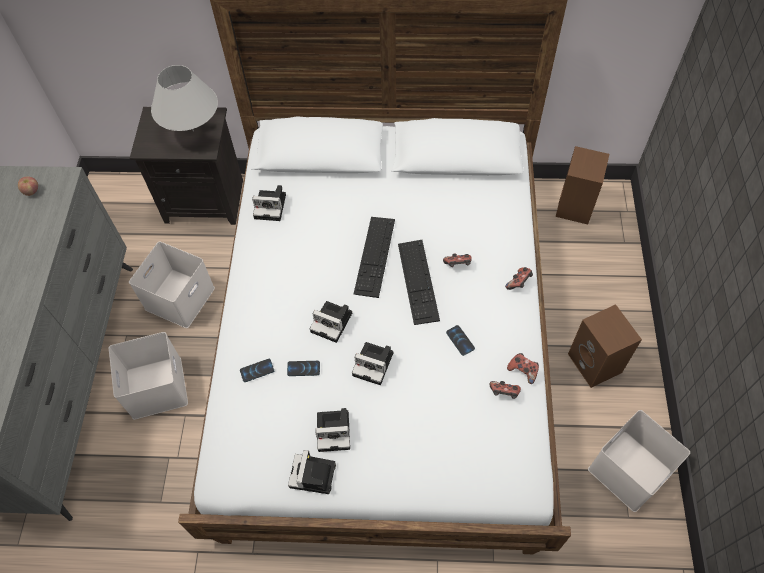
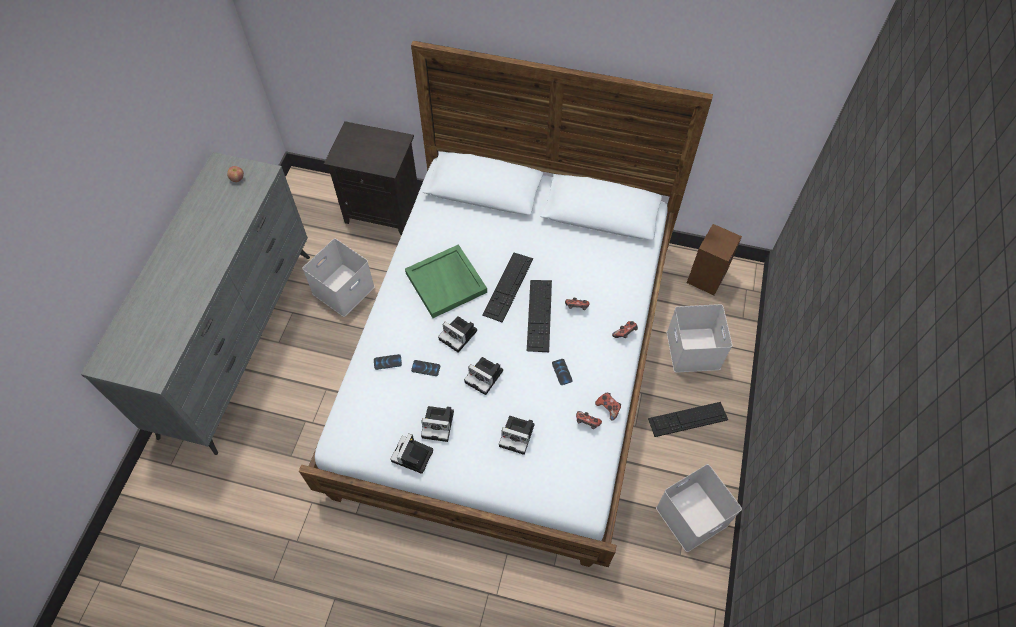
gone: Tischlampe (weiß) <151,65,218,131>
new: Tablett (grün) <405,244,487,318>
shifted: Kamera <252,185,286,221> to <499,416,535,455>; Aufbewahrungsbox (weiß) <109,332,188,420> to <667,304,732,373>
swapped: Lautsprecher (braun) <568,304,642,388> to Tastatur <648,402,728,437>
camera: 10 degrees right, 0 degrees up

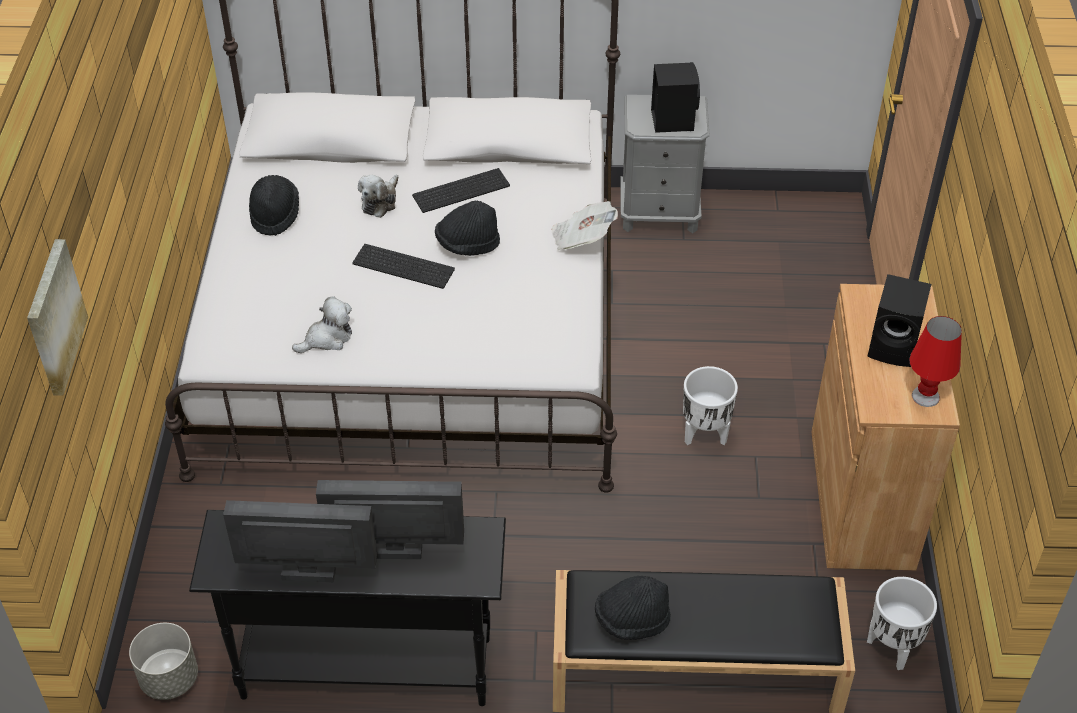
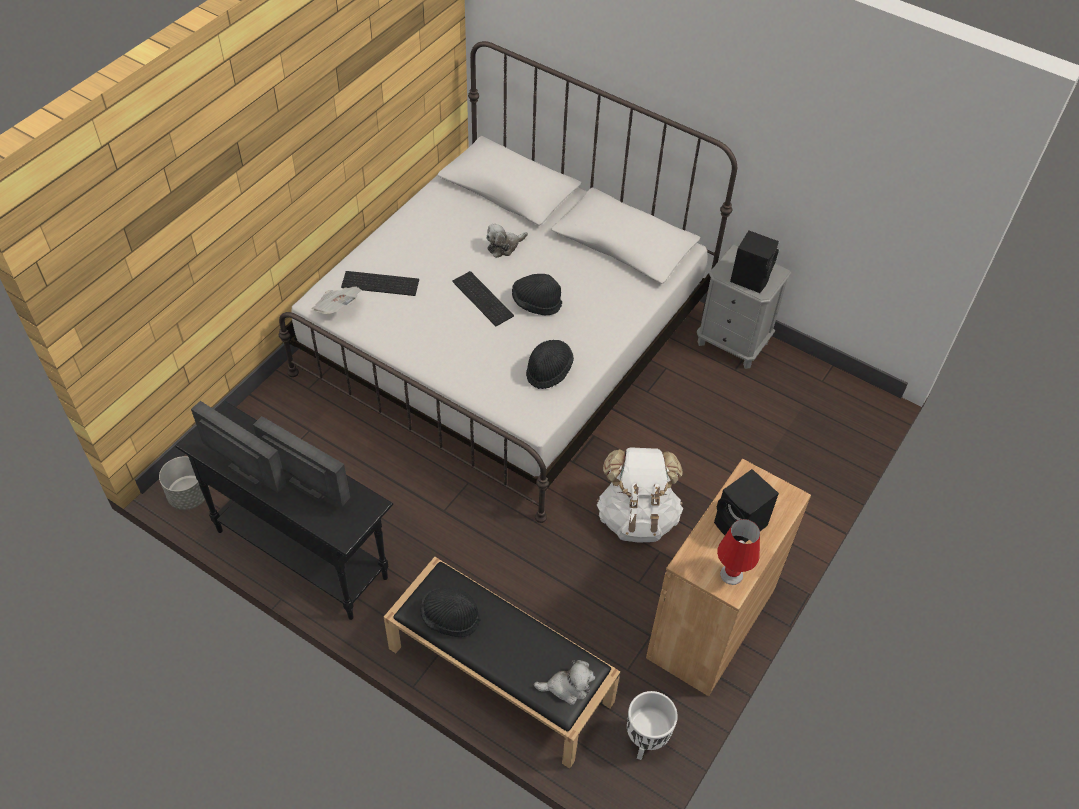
gone: Bild <27,239,88,396>
shifted: Tastatur <412,168,510,213> to <341,271,419,296>; Hut (schwarz) <249,175,299,236> to <526,340,574,389>; Zeitung <551,201,618,250> to <312,286,361,314>; Plüschtier <292,296,352,353> to <534,660,595,705>
swapped: Pflanzkübel (weiß) <683,366,738,445> to Rucksack (weiß) <597,447,683,543>
camera: 30 degrees right, 5 degrees up

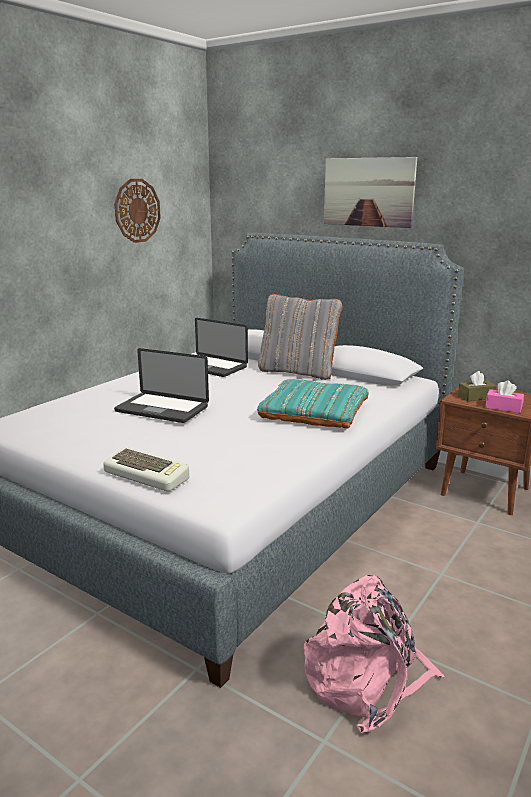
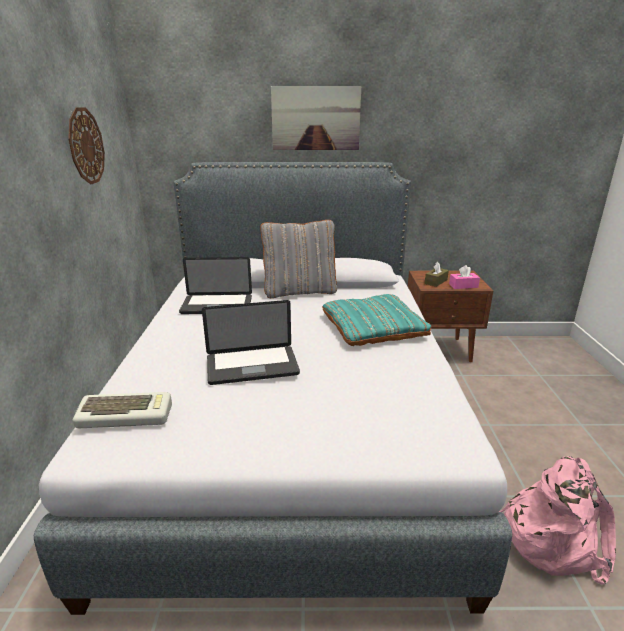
shifted: Tastatur <103,447,189,492> to <73,392,172,428>
camera: 35 degrees left, 5 degrees up

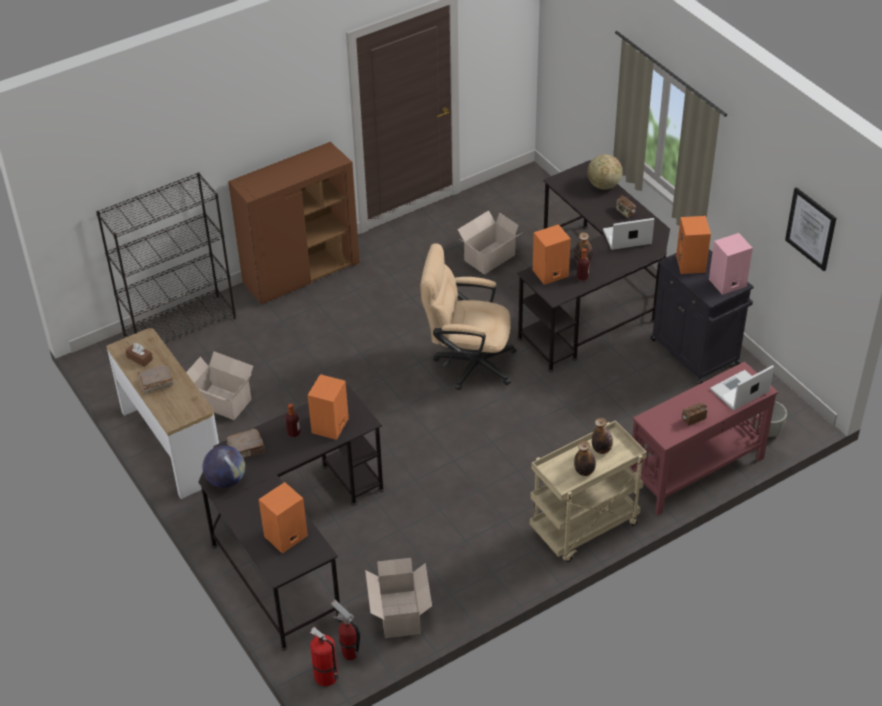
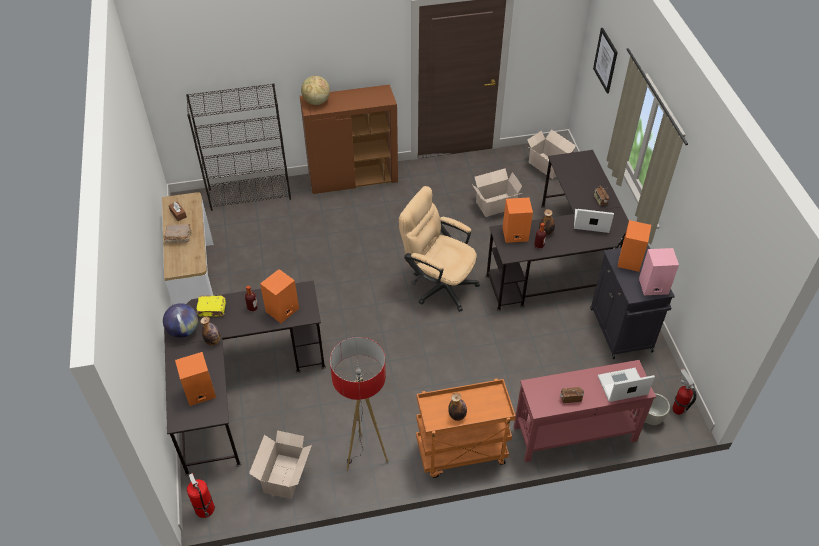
new: Stehlampe <330,337,388,471>
shifted: Globus <587,154,623,189> to <301,76,330,105>; Bild <785,187,836,271> to <593,28,618,93>; Karton <186,351,253,420> to <527,129,576,179>; Flasche <592,418,613,454> to <200,317,221,345>; Feuerlöscher <331,599,360,661> to <673,368,697,415>
repainted: Rollwagen (beige) <530,420,647,562> to Rollwagen (orange) <416,379,516,478>; Buch (braun) <227,429,265,458> to Buch (gelb) <196,296,226,317>
camera: 20 degrees right, 5 degrees up

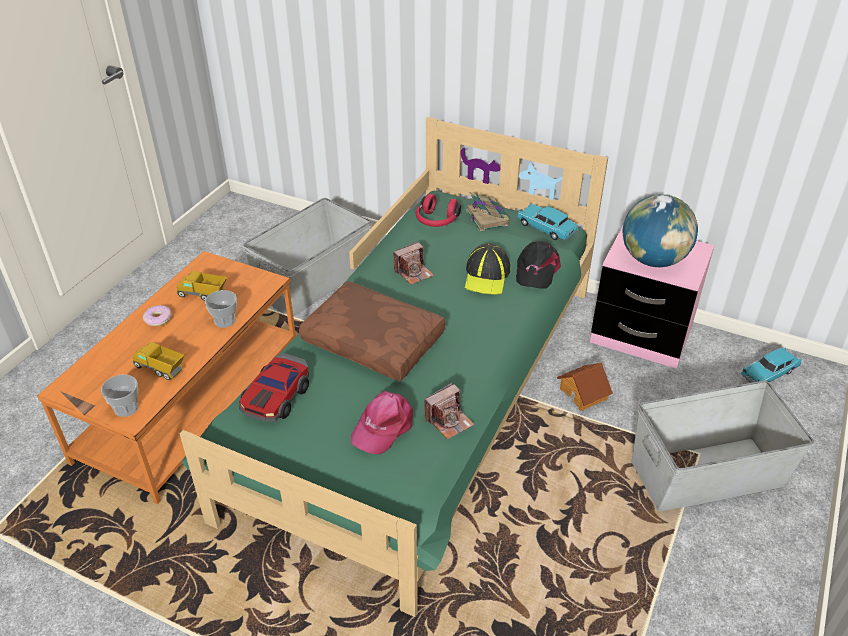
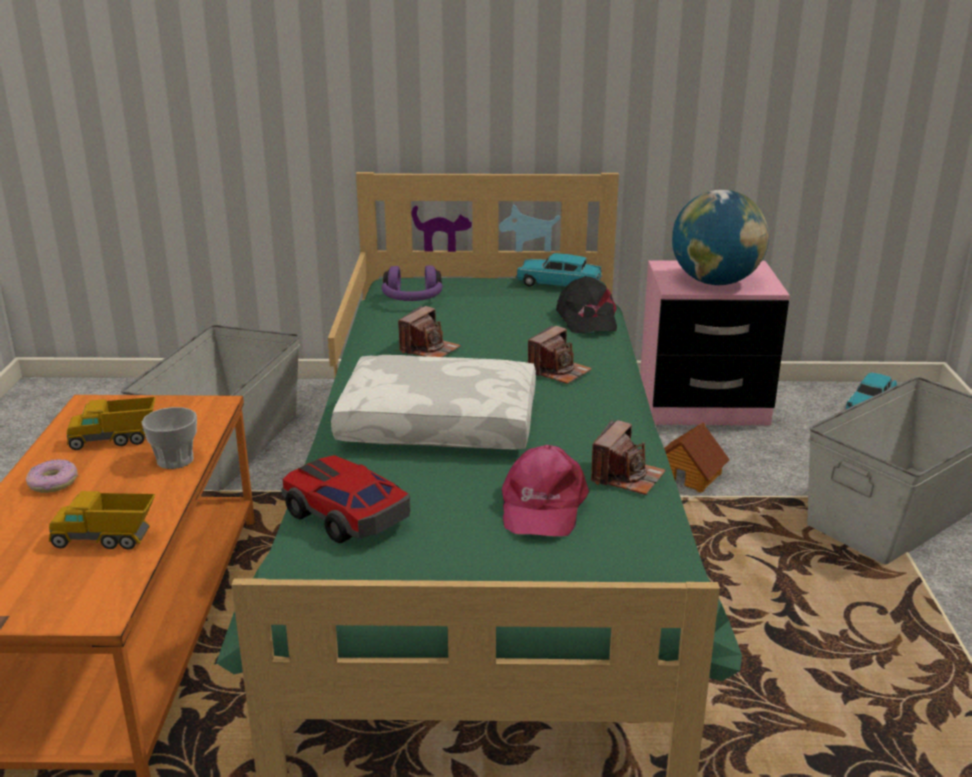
gone: Buch <466,192,510,231>; Kappe <465,243,510,295>; Tasse <101,374,138,417>
new: Kamera <528,325,592,384>
repainted: Kopfhörer (rot) <415,194,461,227> to Kopfhörer (lila) <381,265,443,301>; Kissen (braun) <299,281,445,381> to Kissen (weiß) <331,355,536,449>
rotated: Spielzeugauto <239,353,309,422> = <281,455,410,543> 135 degrees clockwise
camera: 25 degrees left, 15 degrees down

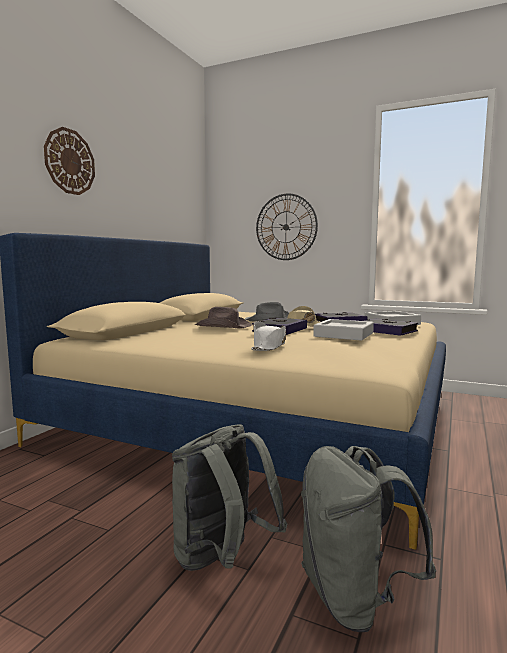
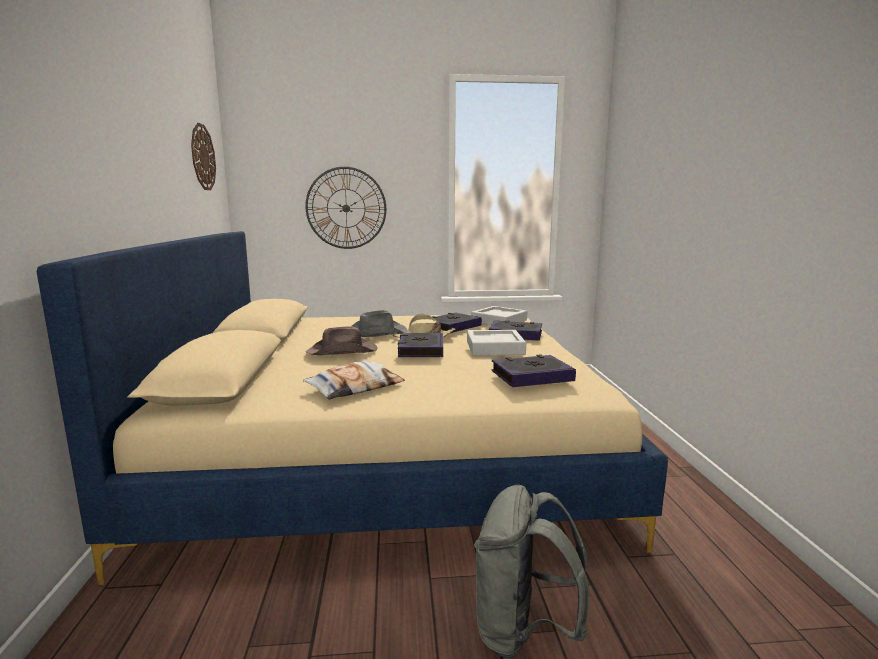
gone: Hut (weiß) <251,321,286,351>; Rucksack (grau) <301,446,436,632>
new: Buch <492,354,576,387>; Kissen <303,361,405,400>
shifted: Wanduhr <44,127,95,195> to <191,123,216,190>
camera: 30 degrees left, 5 degrees up

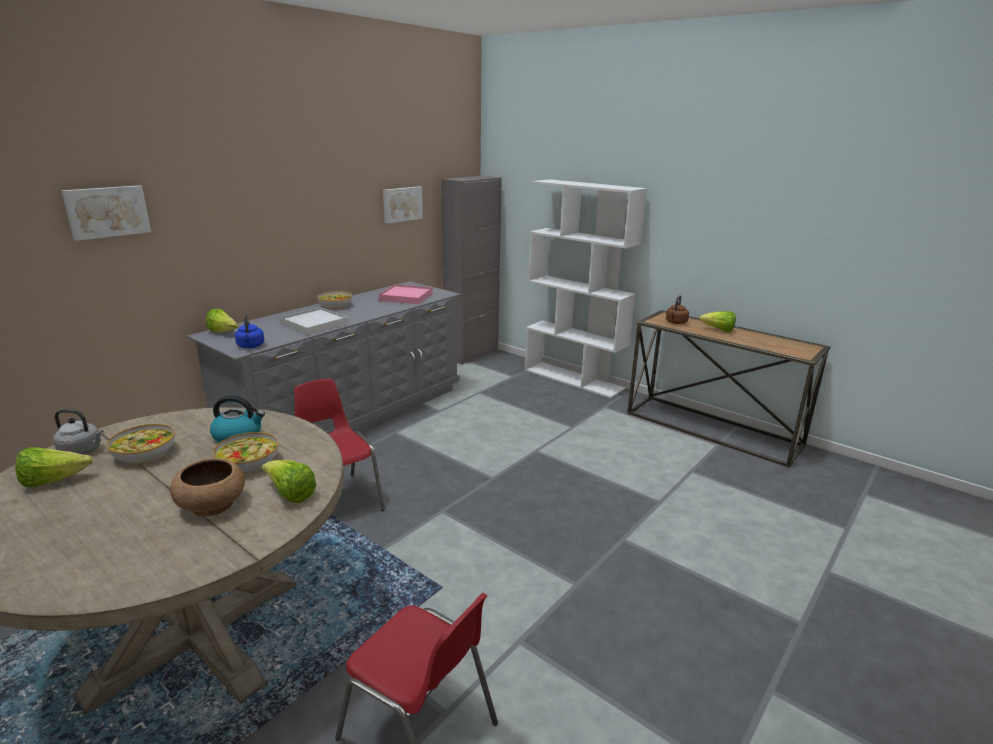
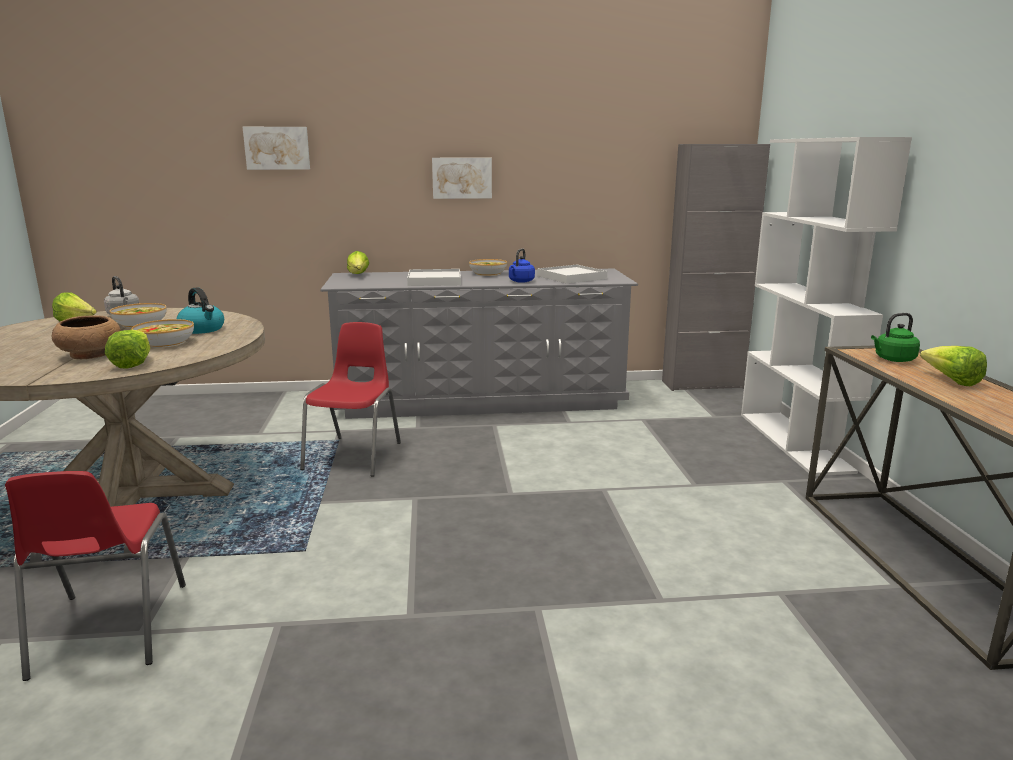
shifted: Bild <383,186,423,224> to <432,158,492,199>; Wasserkessel (blau) <235,313,264,348> to <509,248,535,283>
repainted: Tablett (rosa) <379,284,433,304> to Tablett (weiß) <537,265,608,284>; Wasserkessel (braun) <666,295,689,324> to Wasserkessel (grün) <871,313,920,362>
camera: 45 degrees right, 5 degrees down

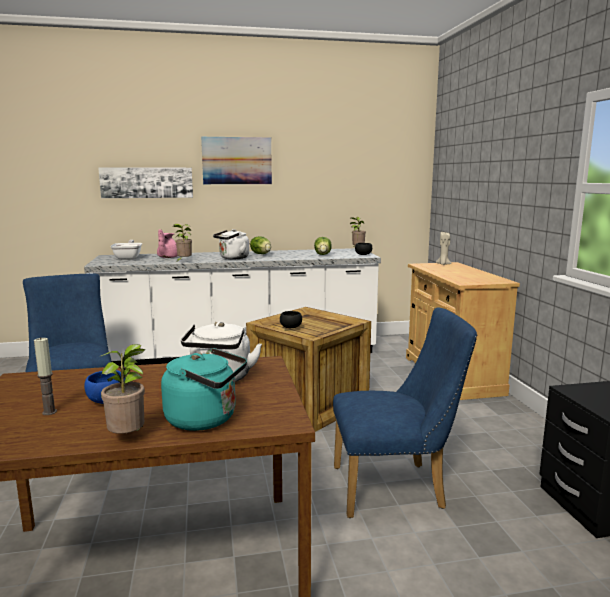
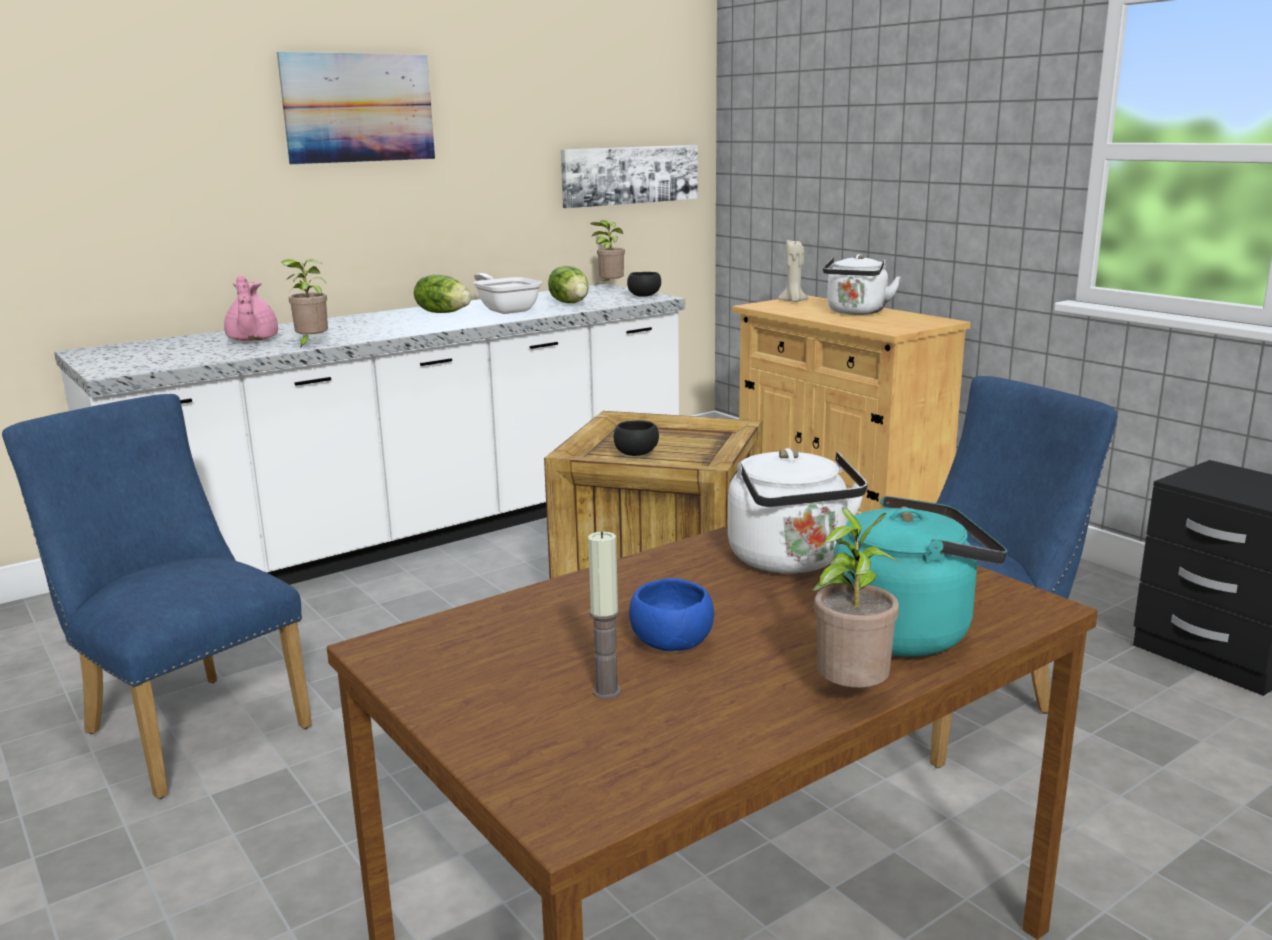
shifted: Bild <98,167,193,198> to <561,145,698,208>; Wasserkessel (weiß) <213,229,249,259> to <823,254,901,315>; Pfanne <111,240,142,260> to <474,273,542,314>
camera: 25 degrees left, 5 degrees up

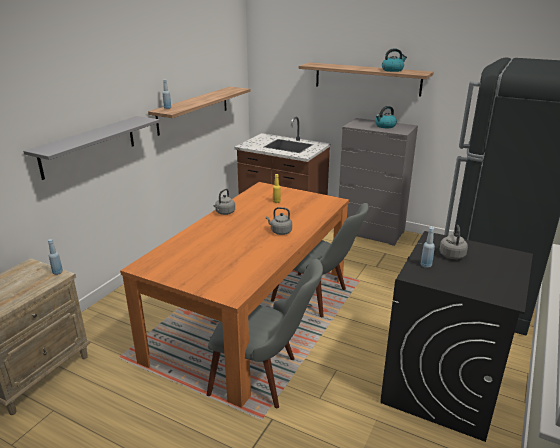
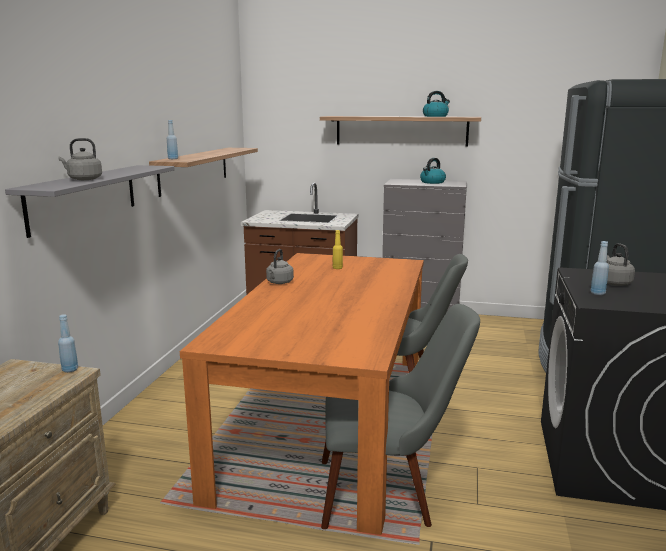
shifted: Wasserkessel (grau) <266,207,292,235> to <58,138,102,180>
camera: 15 degrees left, 10 degrees down

